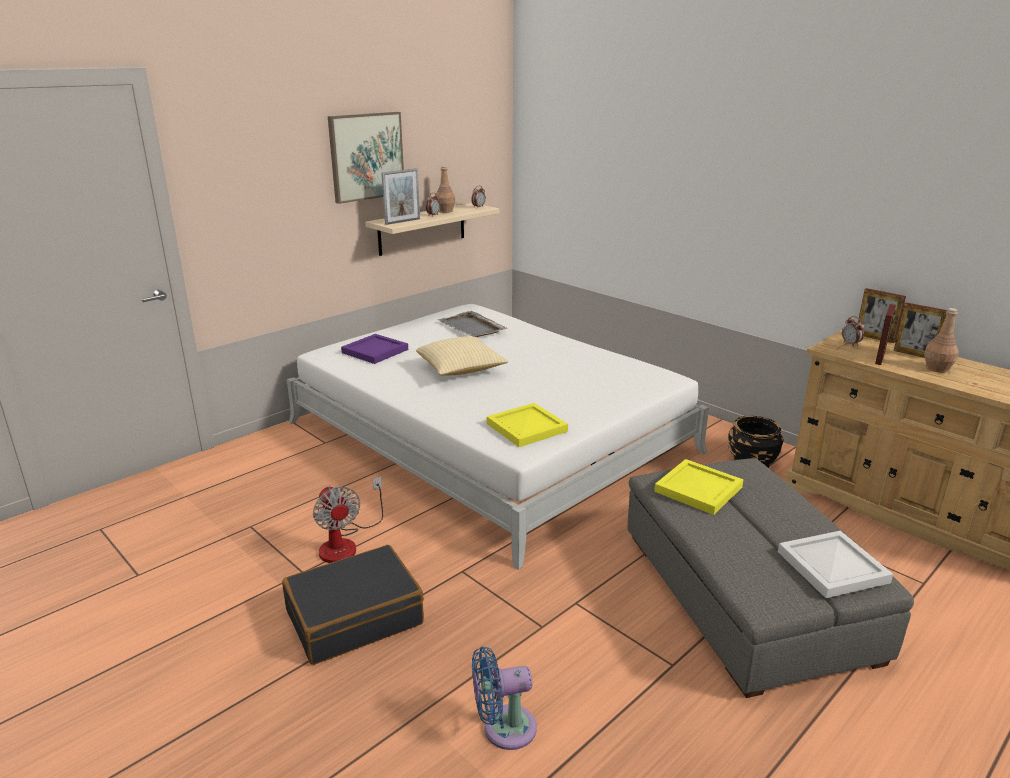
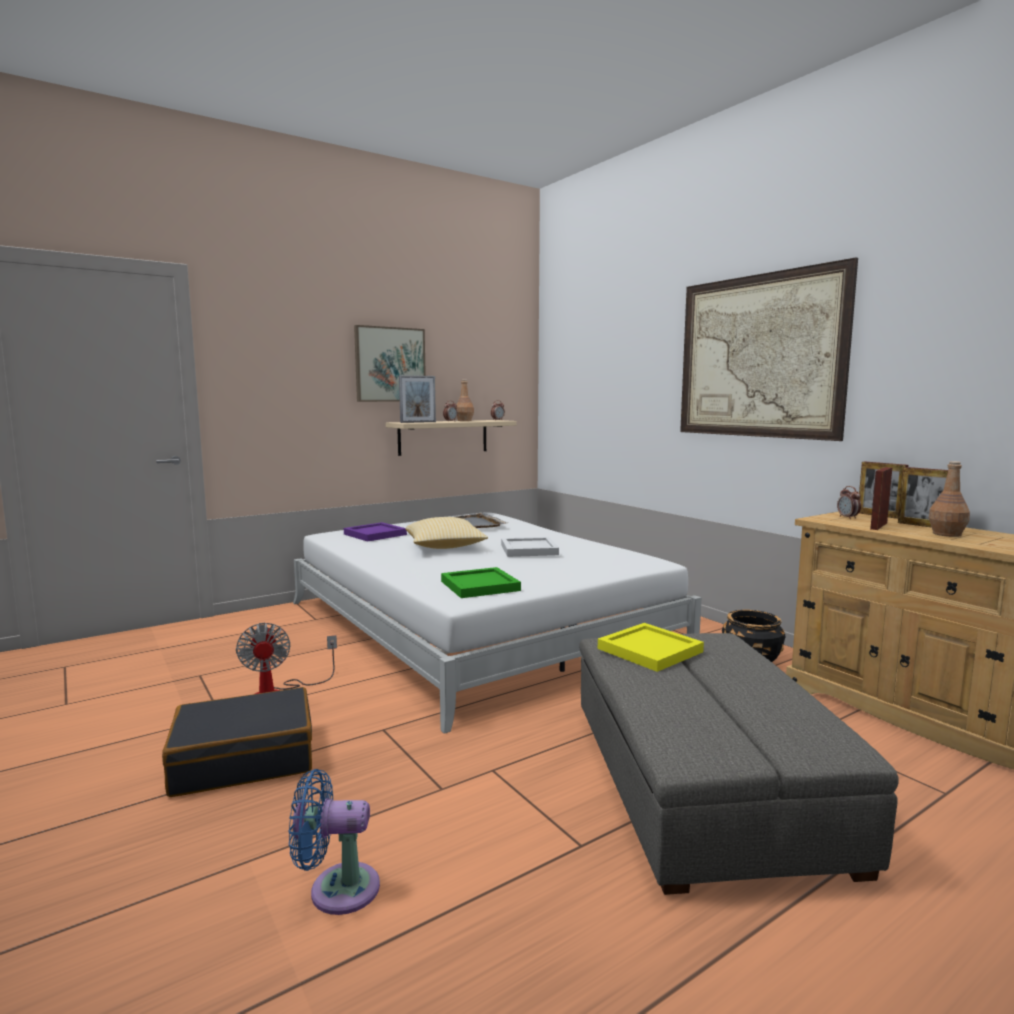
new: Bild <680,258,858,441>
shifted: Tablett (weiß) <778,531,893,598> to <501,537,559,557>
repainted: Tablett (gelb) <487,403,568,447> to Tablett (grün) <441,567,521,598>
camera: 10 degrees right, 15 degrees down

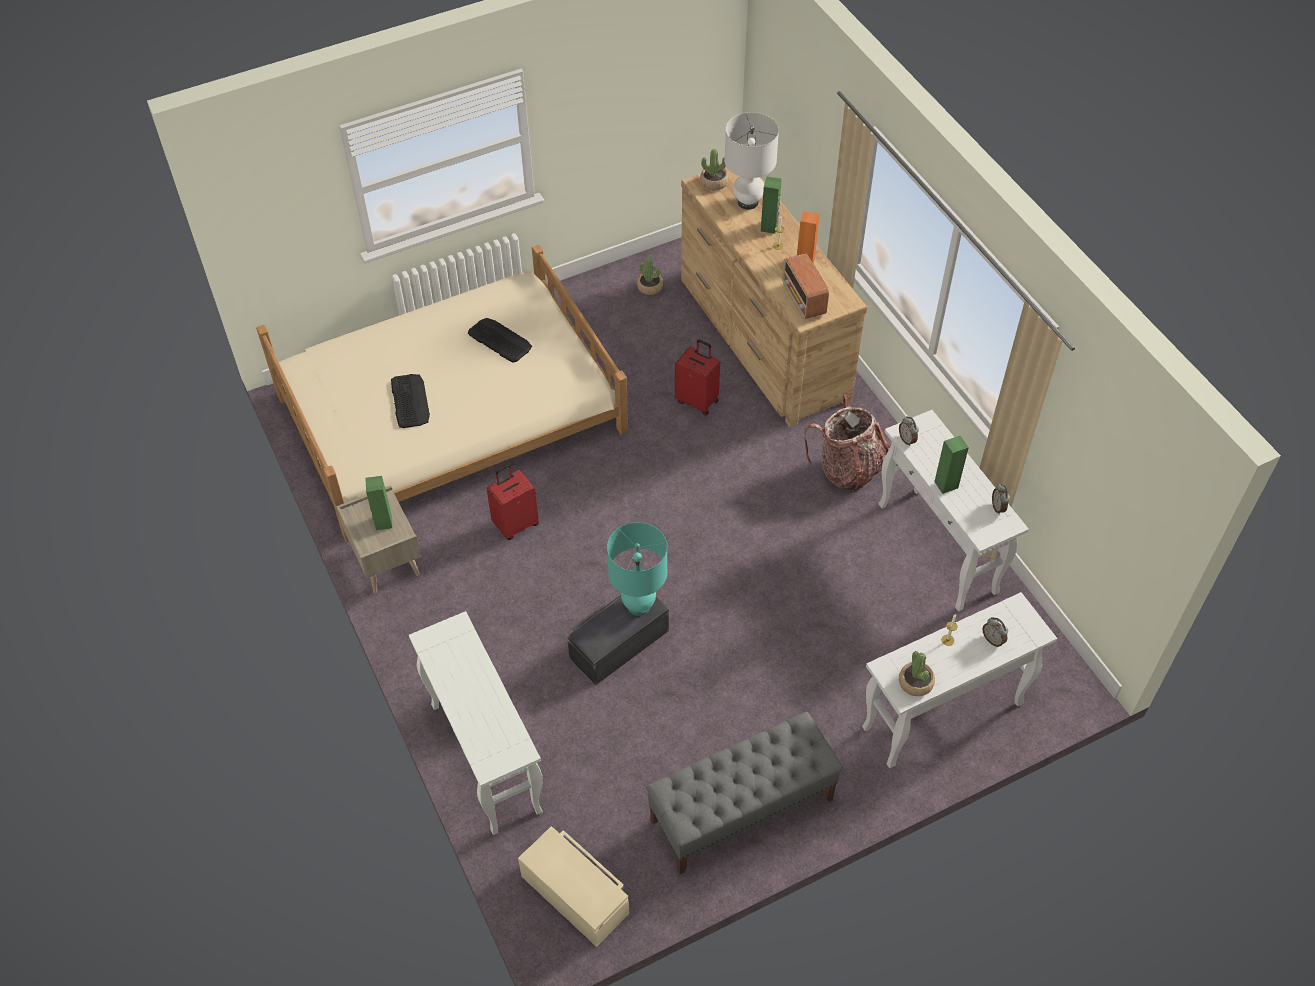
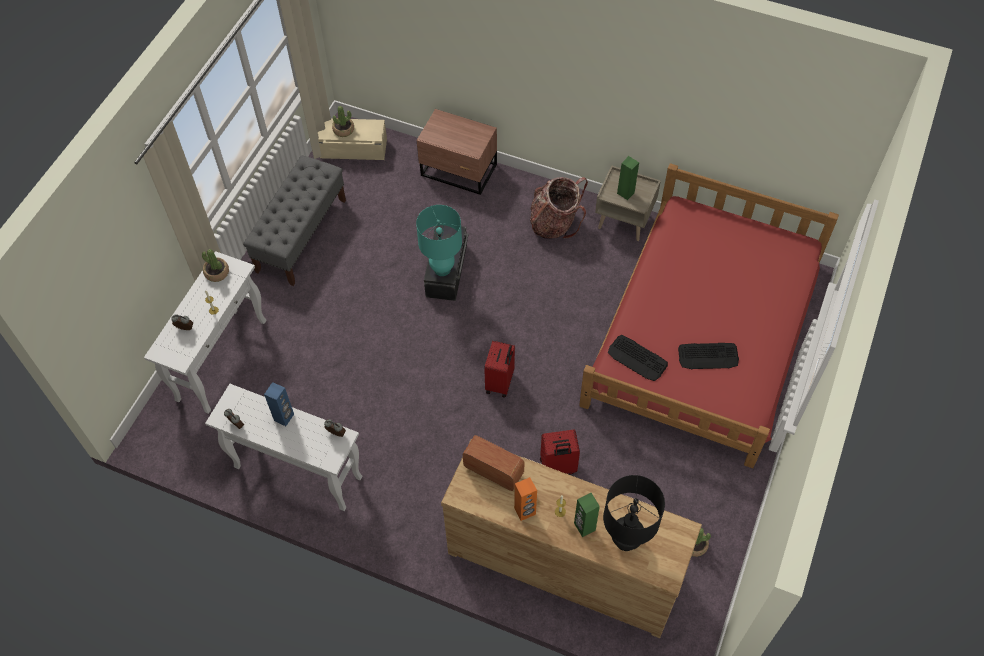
shifted: Topfpflanze <700,149,729,191> to <332,106,354,137>; Tastatur <391,374,430,428> to <608,335,668,381>; Rucksack <804,394,890,492> to <530,177,588,239>; Koffer (rot) <487,464,539,540> to <484,341,515,398>
swapped: Konsolentisch (weiß) <409,611,543,835> to Nachttisch (braun) <417,109,497,195>
repainted: Tischlampe (weiß) <724,112,779,210> to Tischlampe (schwarz) <603,475,665,551>; Bett (beige) <256,245,628,542> to Bett (rot) <579,163,839,468>; Lautsprecher (grün) <934,436,969,494> to Lautsprecher (blau) <264,382,294,426>
camera: 140 degrees right, 5 degrees up

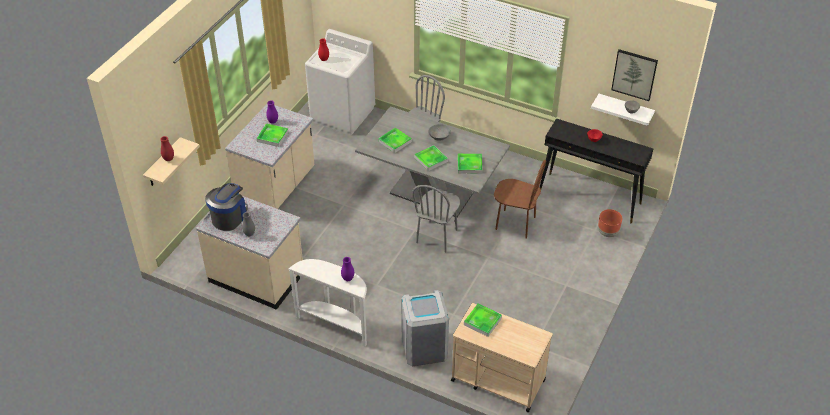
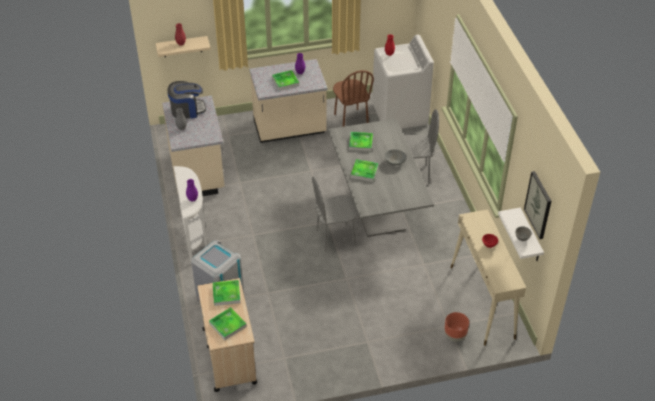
shifted: Tablett <458,154,483,174> to <209,307,247,340>; Stuhl (braun) <494,160,546,239> to <333,70,374,127>
repainted: Konsolentisch (schwarz) <539,118,653,224> to Konsolentisch (beige) <451,209,526,346>
camera: 50 degrees right, 0 degrees up

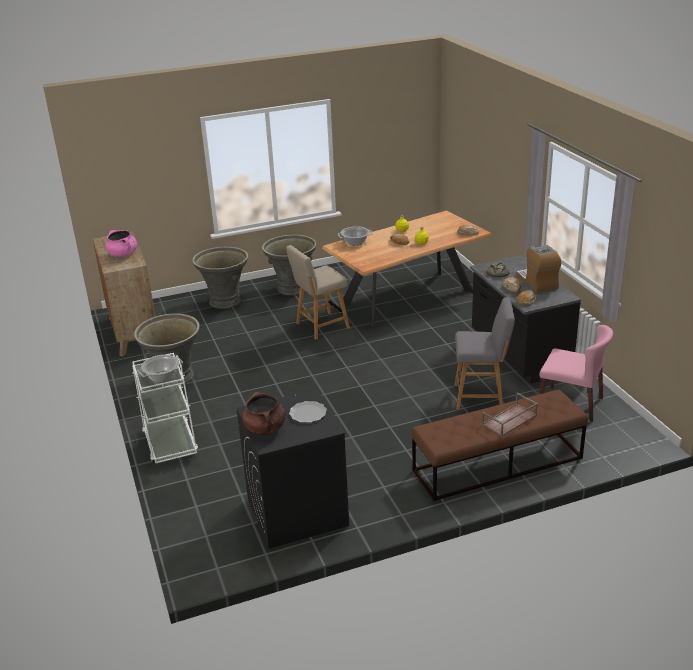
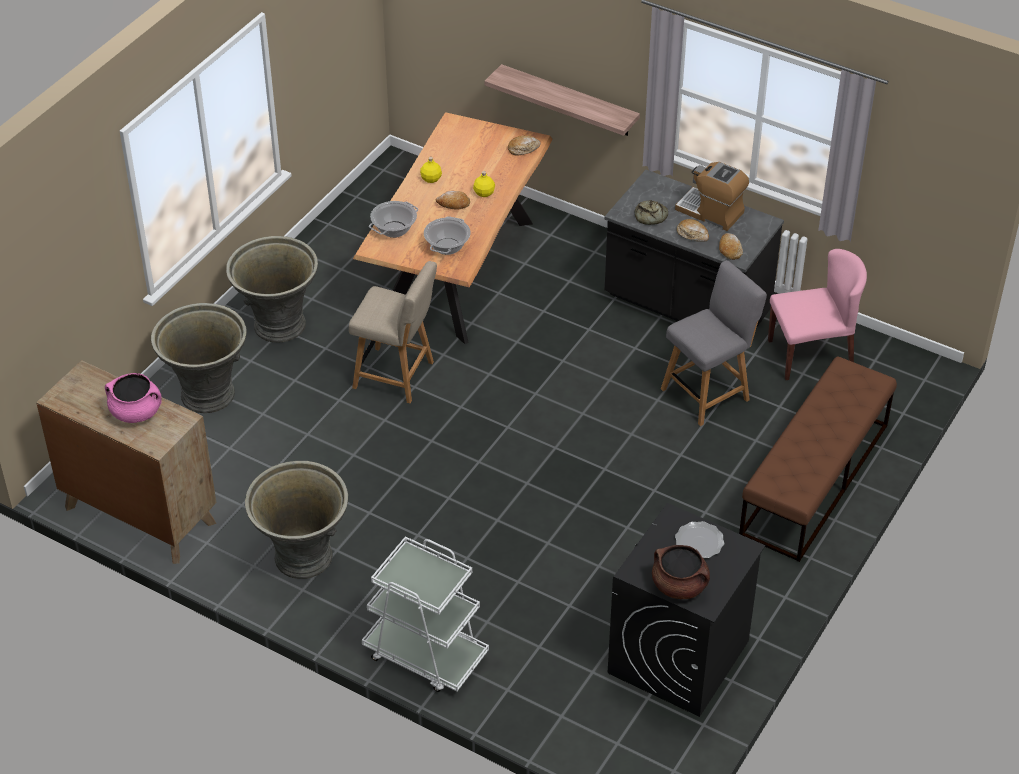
gone: Tablett (braun) <482,393,538,436>
new: Wandregal <485,64,640,136>
shifted: Kochtopf <138,355,183,383> to <424,216,471,255>
rotated: Stuhl (beige) <286,245,350,339> = <349,261,437,403> 90 degrees counterclockwise
camera: 40 degrees left, 15 degrees up

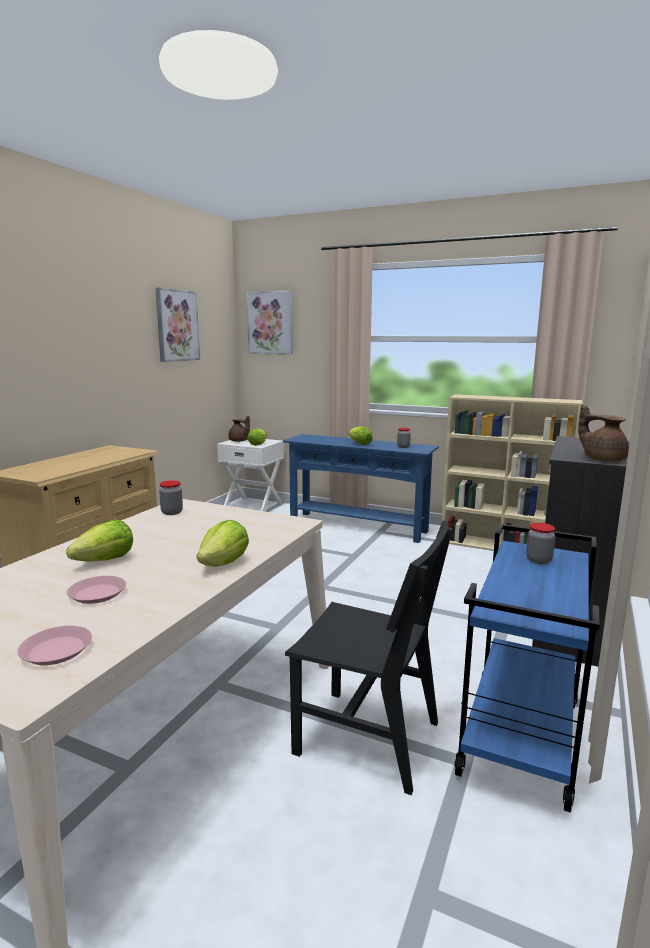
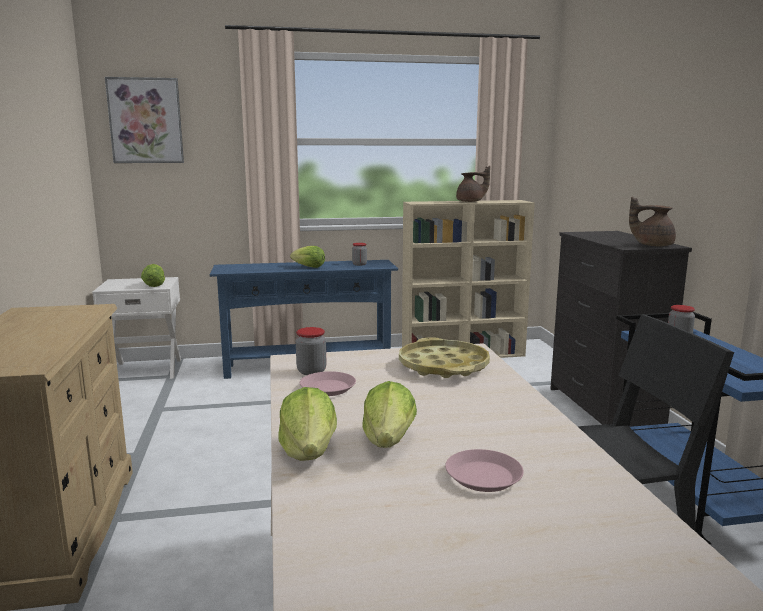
gone: Bild <155,288,200,362>
new: Tablett (gelb) <399,337,490,378>
shifted: Teekanne (braun) <228,416,250,442> to <456,166,490,202>; Salatkopf <197,520,249,567> to <278,387,337,461>; Teller (rosa) <17,626,92,665> to <300,371,356,396>
camera: 35 degrees left, 0 degrees up

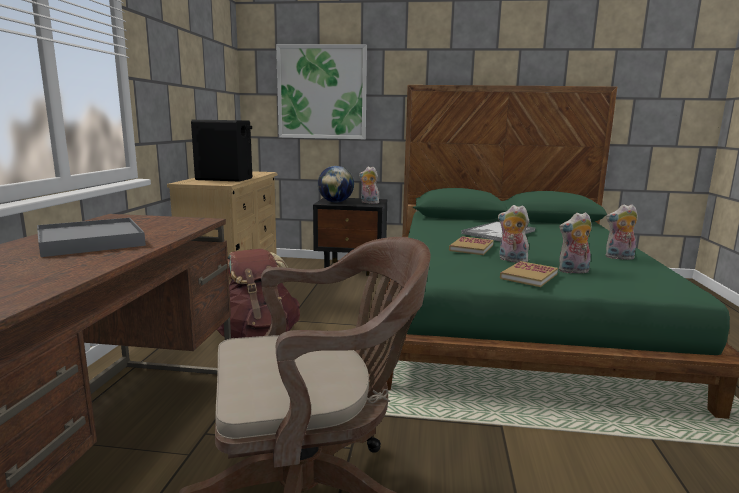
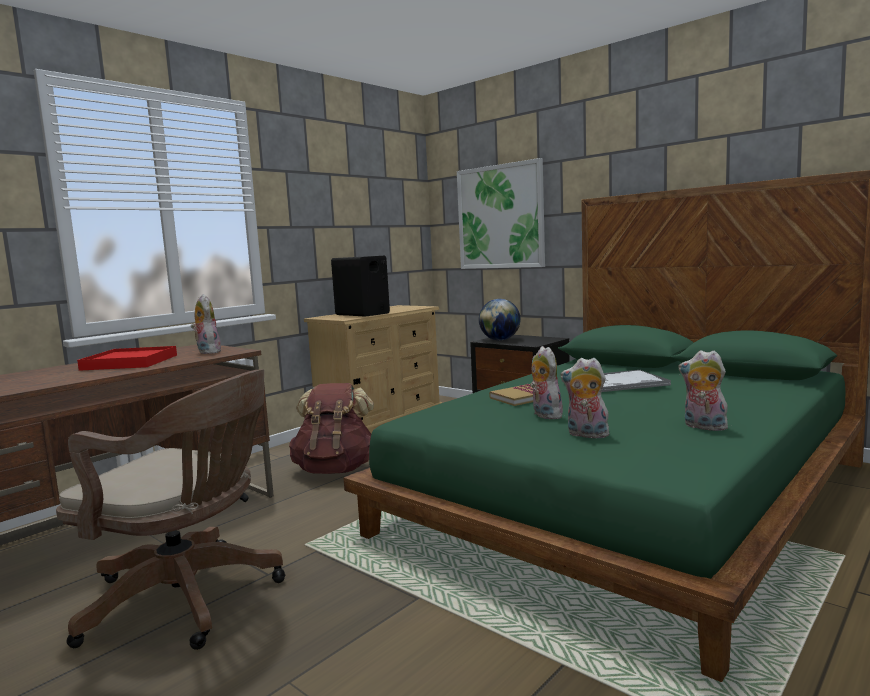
gone: Buch <500,261,558,287>
shifted: Plüschtier <359,167,379,204> to <191,294,222,354>
repainted: Tablett (grau) <37,218,146,257> to Tablett (rot) <77,346,177,371>
camera: 35 degrees right, 5 degrees down

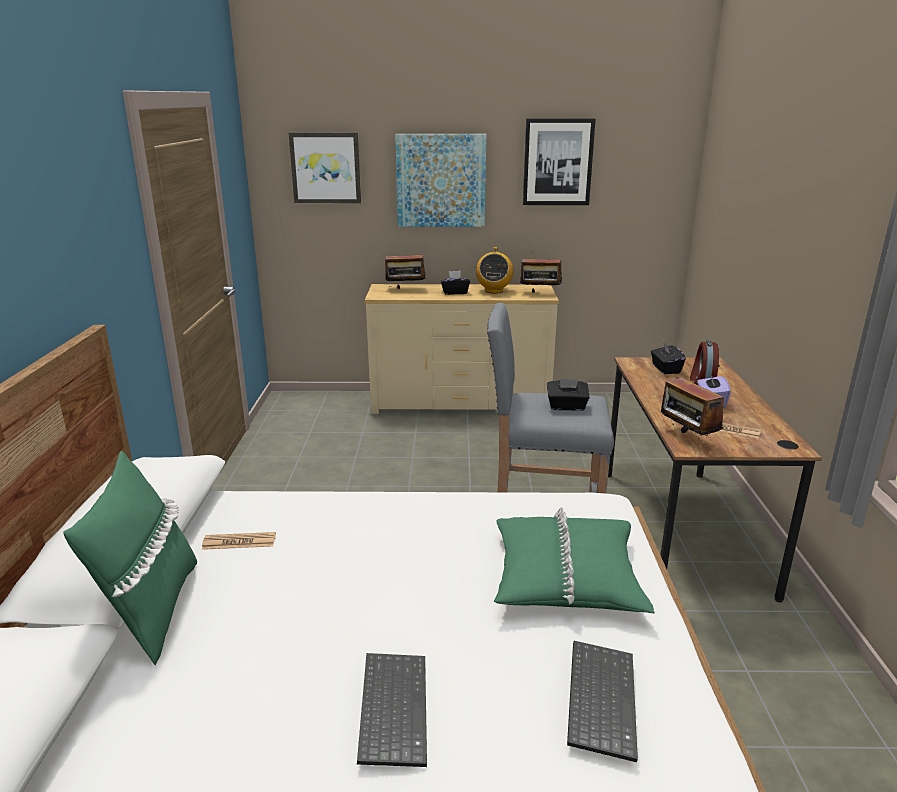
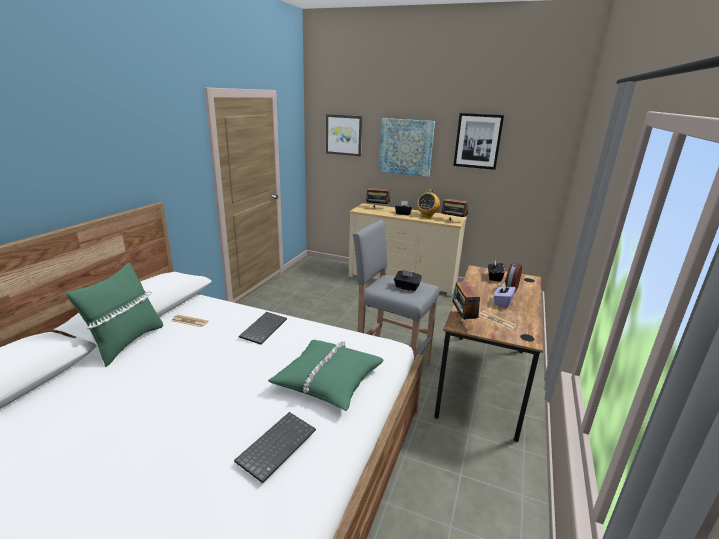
shifted: Tastatur <357,653,427,767> to <239,312,287,345>
camera: 20 degrees right, 0 degrees up

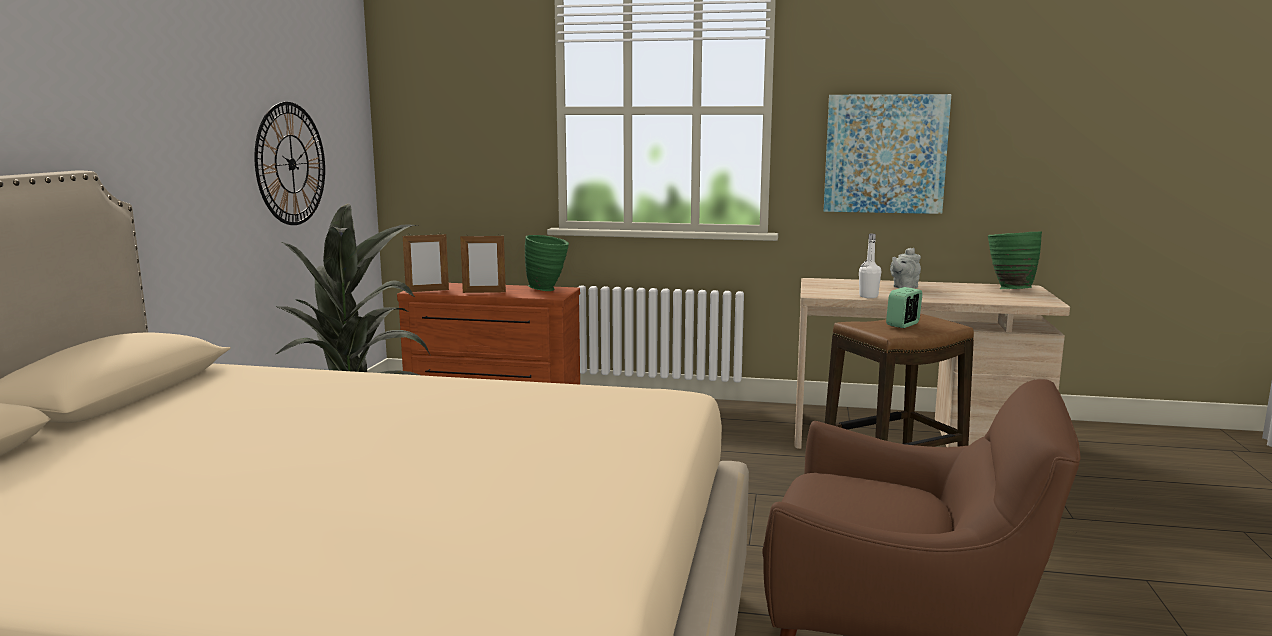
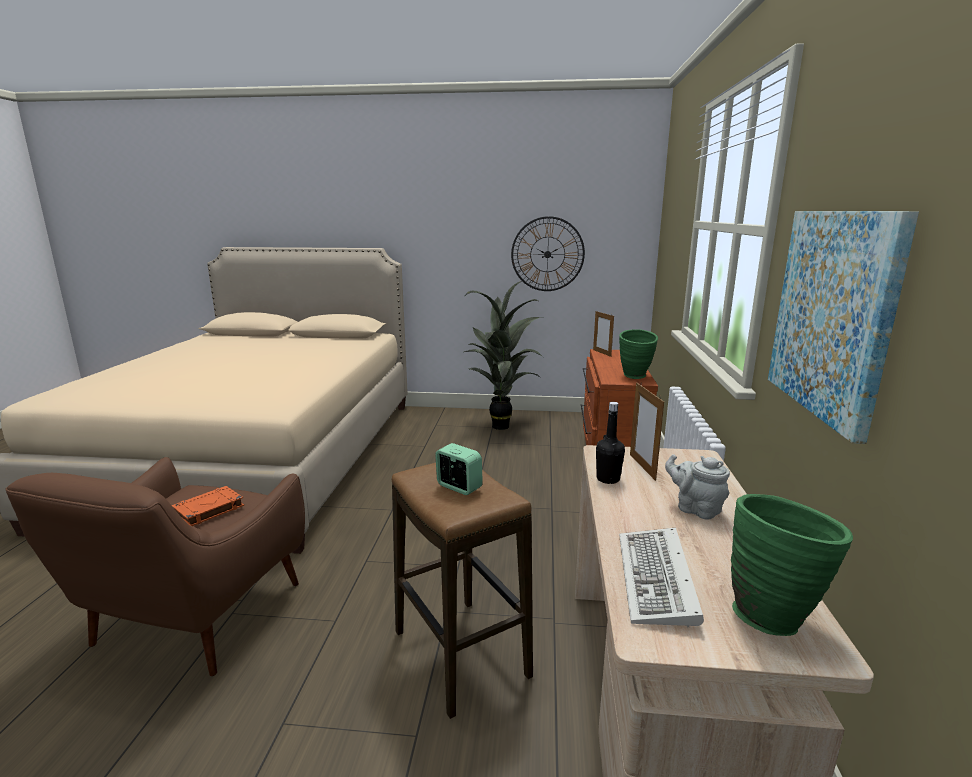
new: Buch (orange) <172,486,244,526>; Tastatur <619,528,704,627>
shifted: Bilderrahmen <460,234,506,293> to <630,383,664,481>
repainted: Flasche (weiß) <859,234,881,298> to Flasche (schwarz) <596,402,625,484>
camera: 85 degrees right, 5 degrees up

